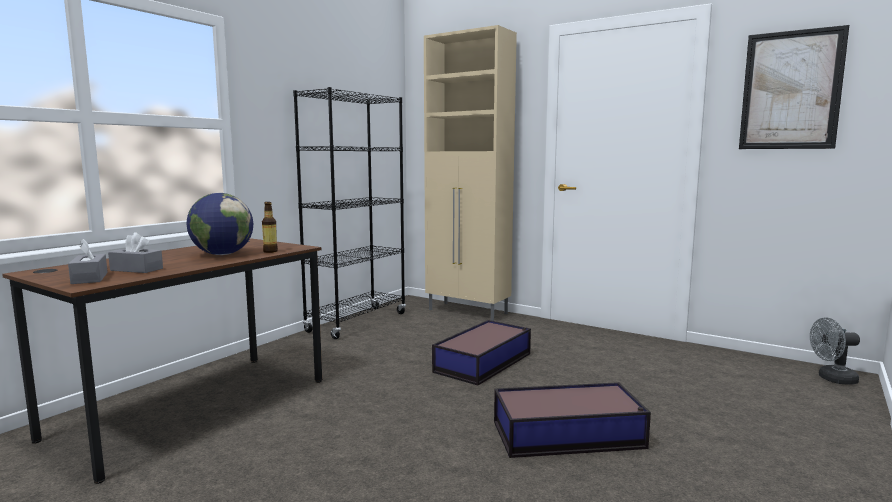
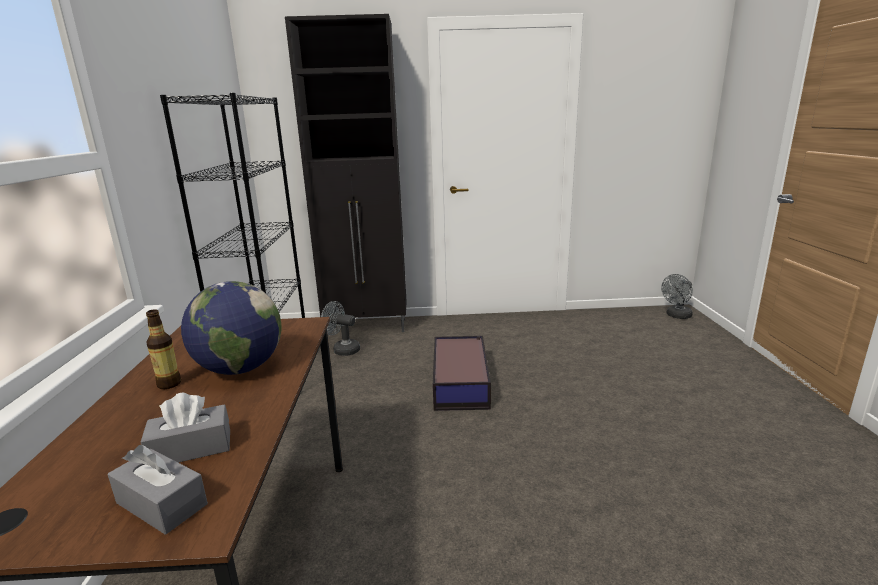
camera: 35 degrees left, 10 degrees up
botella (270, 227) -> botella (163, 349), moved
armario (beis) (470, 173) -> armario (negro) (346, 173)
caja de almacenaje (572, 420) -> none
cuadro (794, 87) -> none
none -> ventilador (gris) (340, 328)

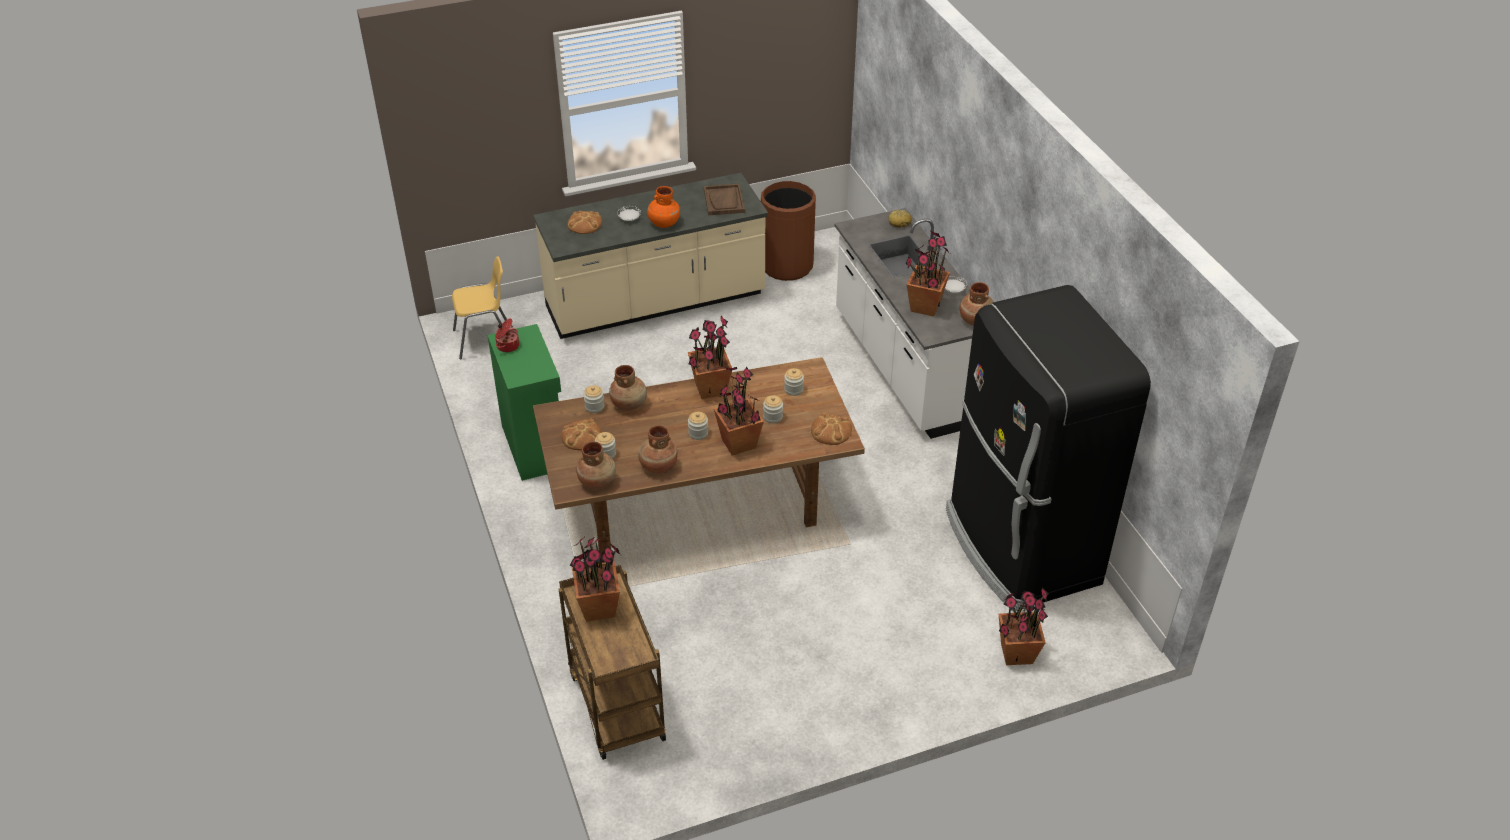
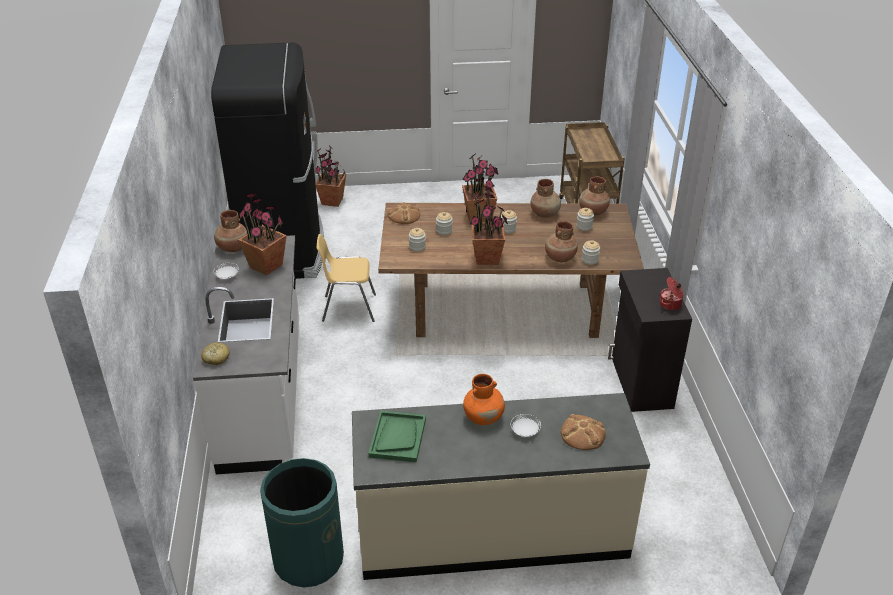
camera: 165 degrees left, 5 degrees down
silla (amarillo) (479, 308) -> silla (amarillo) (346, 278), moved
armario (verde) (524, 402) -> armario (negro) (650, 340)
pan (581, 434) -> none
planta en maceta (595, 579) -> none
bandeja (marrón) (724, 199) -> bandeja (verde) (397, 436)
papelera (marrón) (788, 231) -> papelera (verde) (302, 522)

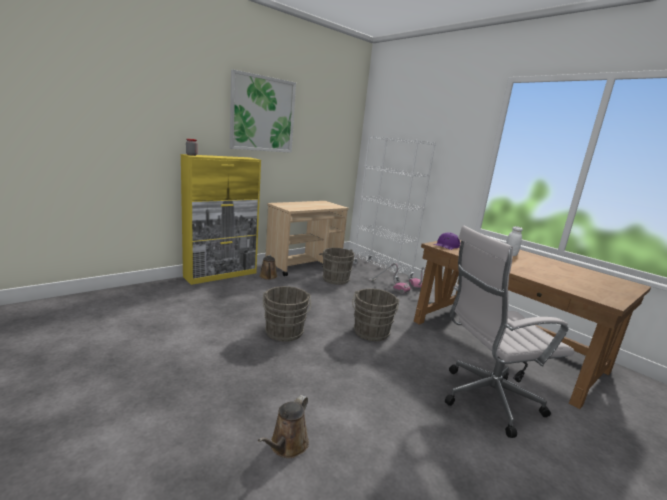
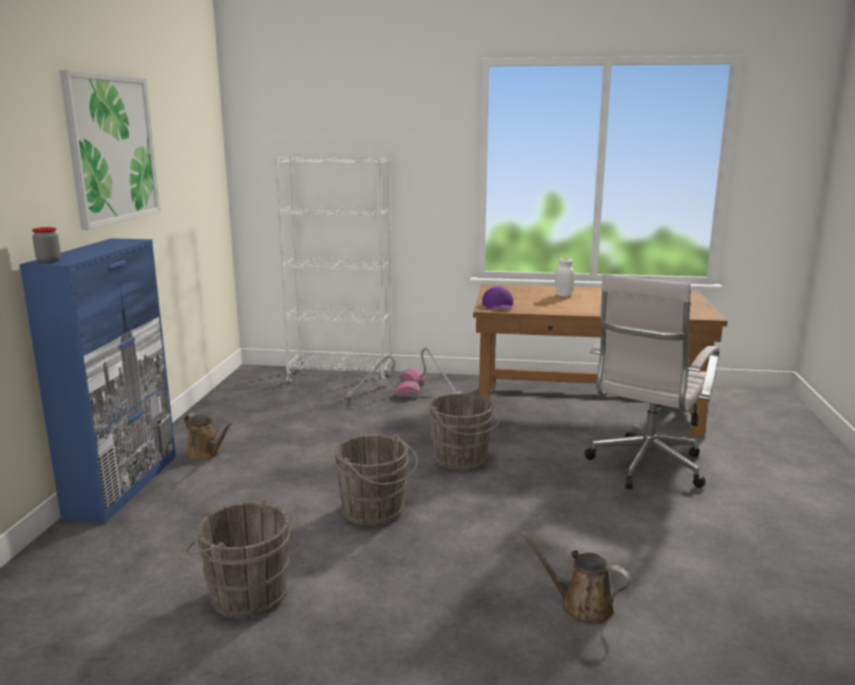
camera: 40 degrees left, 0 degrees up
armario (amarillo) (221, 219) -> armario (azul) (97, 380)
regadera (marrón) (283, 426) -> regadera (marrón) (576, 578), 135 degrees clockwise
carrito (beis) (307, 238) -> none
cubo (gris) (337, 266) -> cubo (gris) (238, 558), moved

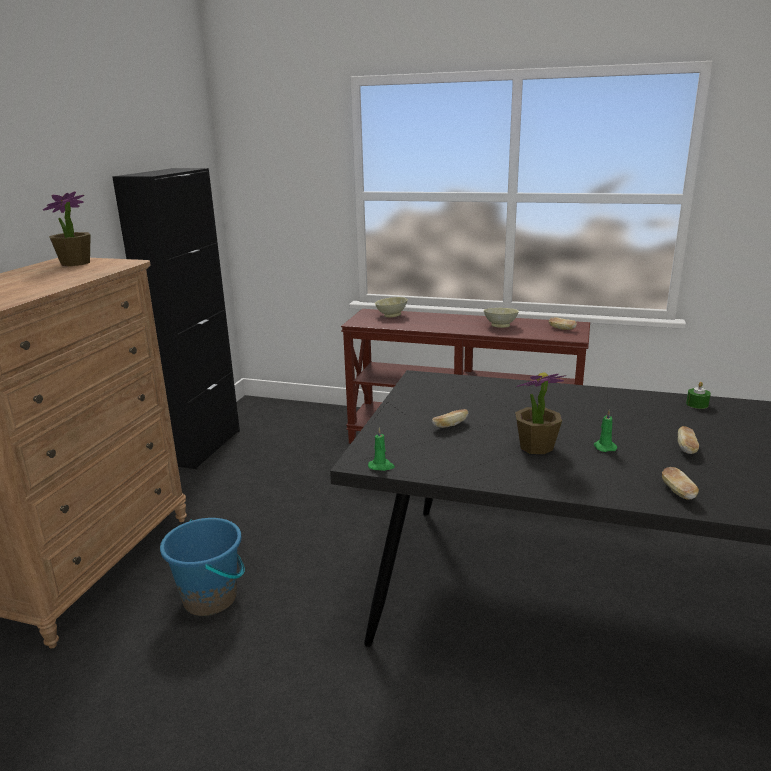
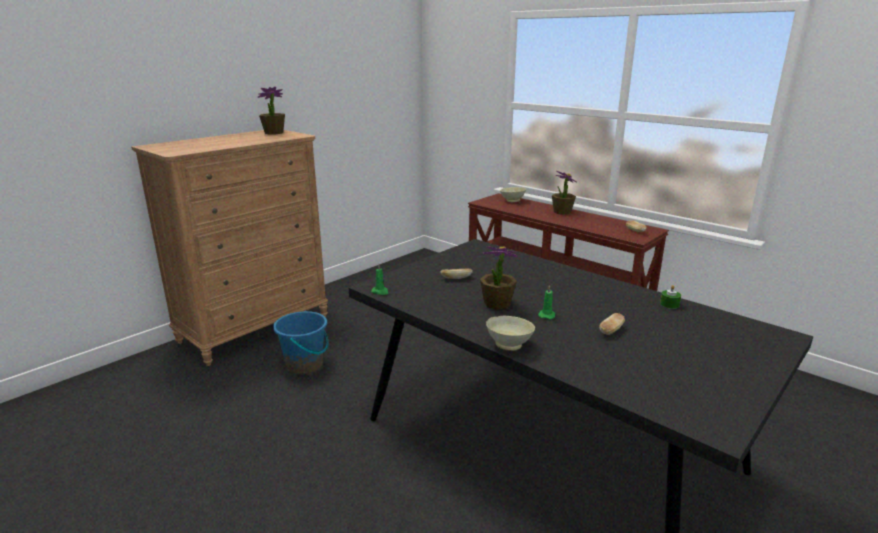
camera: 25 degrees right, 0 degrees up
armario (negro) (176, 318) -> none
cuenco (beis) (501, 318) -> cuenco (beis) (510, 333), moved
pan (680, 483) -> none
none -> planta en maceta (564, 193)

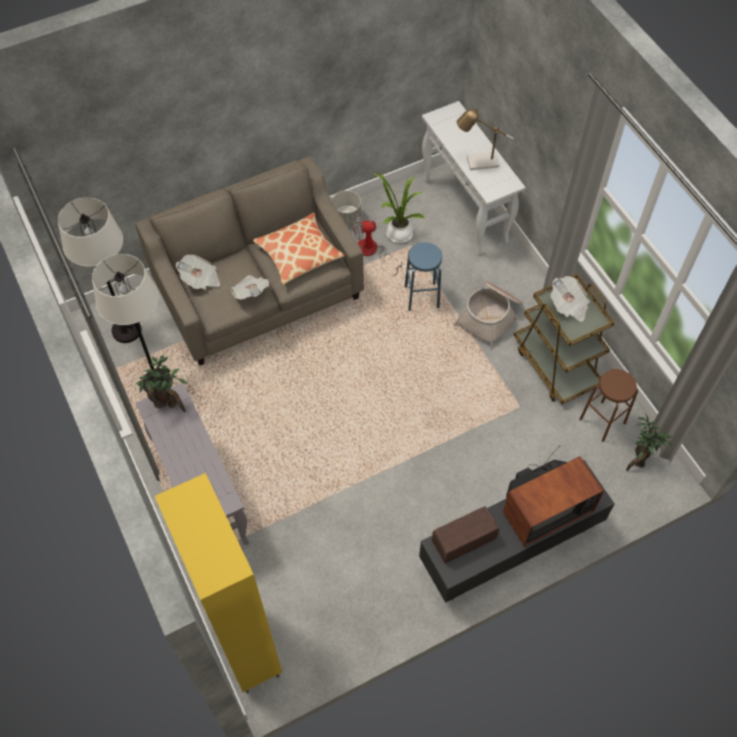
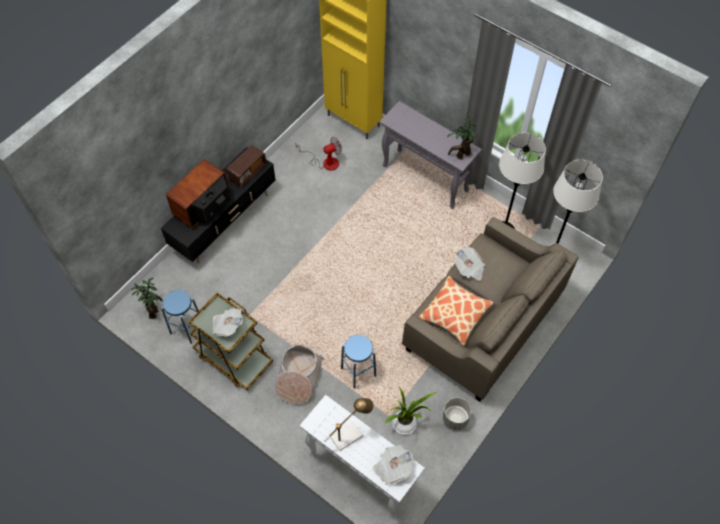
camera: 155 degrees right, 0 degrees up
periódico (198, 272) -> periódico (393, 465), moved
ventilador (377, 244) -> ventilador (319, 154), moved
taburete (marrón) (609, 405) -> taburete (azul) (181, 317)

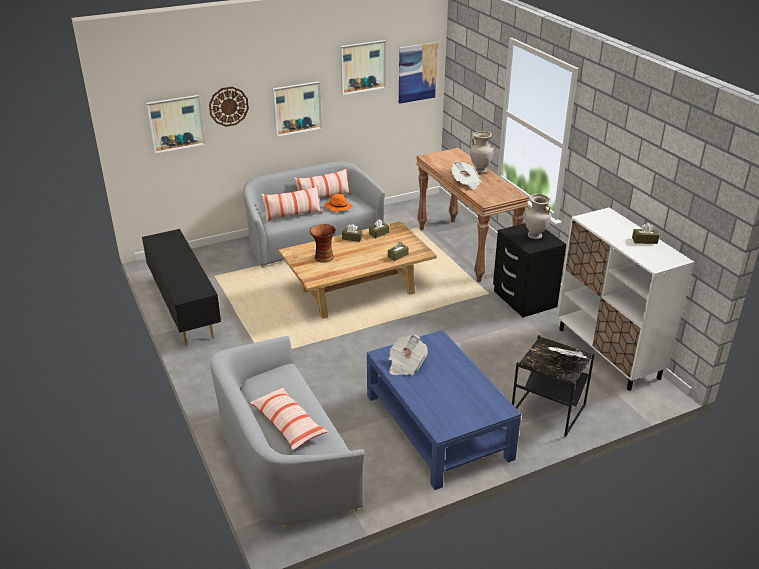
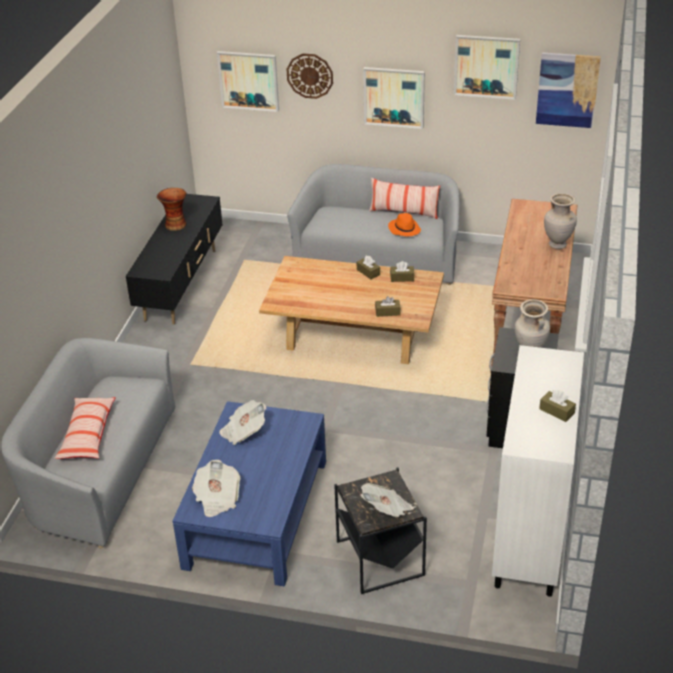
camera: 40 degrees right, 5 degrees up
cojín (291, 204) -> none
florero (323, 243) -> florero (171, 209), moved
periódico (466, 175) -> periódico (216, 488), moved

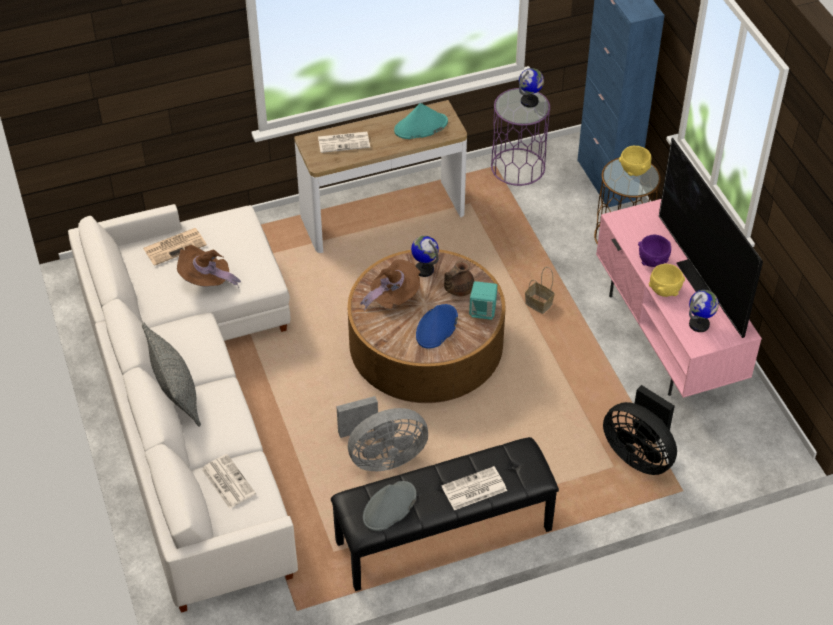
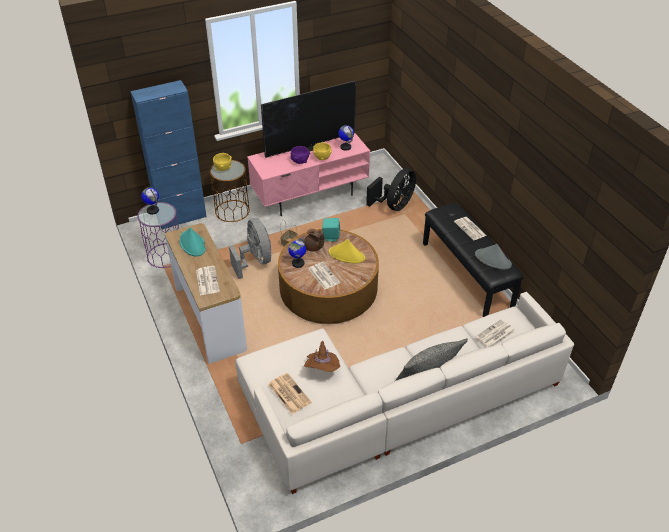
camera: 95 degrees left, 5 degrees down
ventilador (gris) (382, 433) -> ventilador (gris) (250, 248), moved
sombrero (marrón) (390, 285) -> periódico (324, 275)
sombrero (azul) (437, 326) -> sombrero (amarillo) (347, 251)

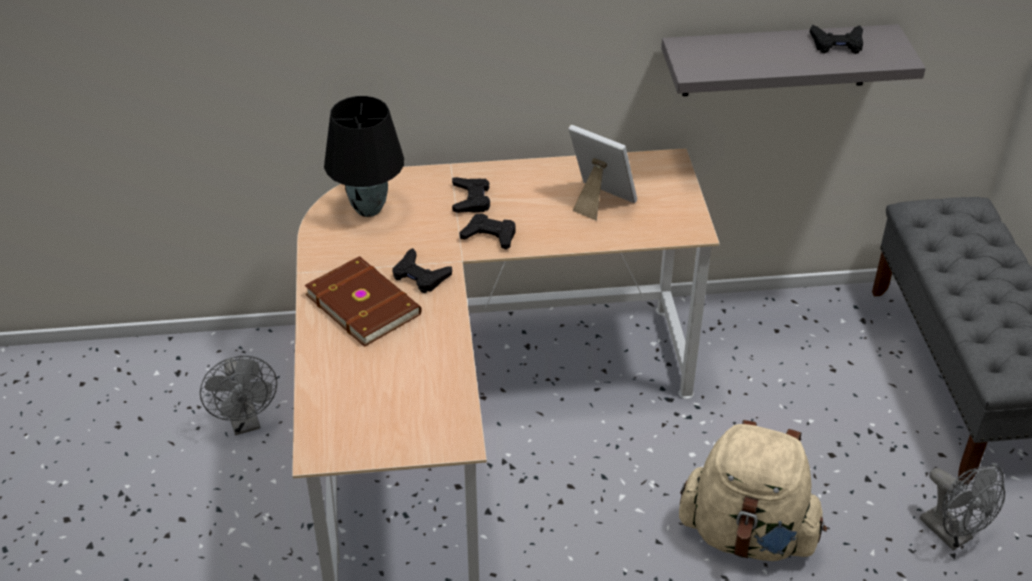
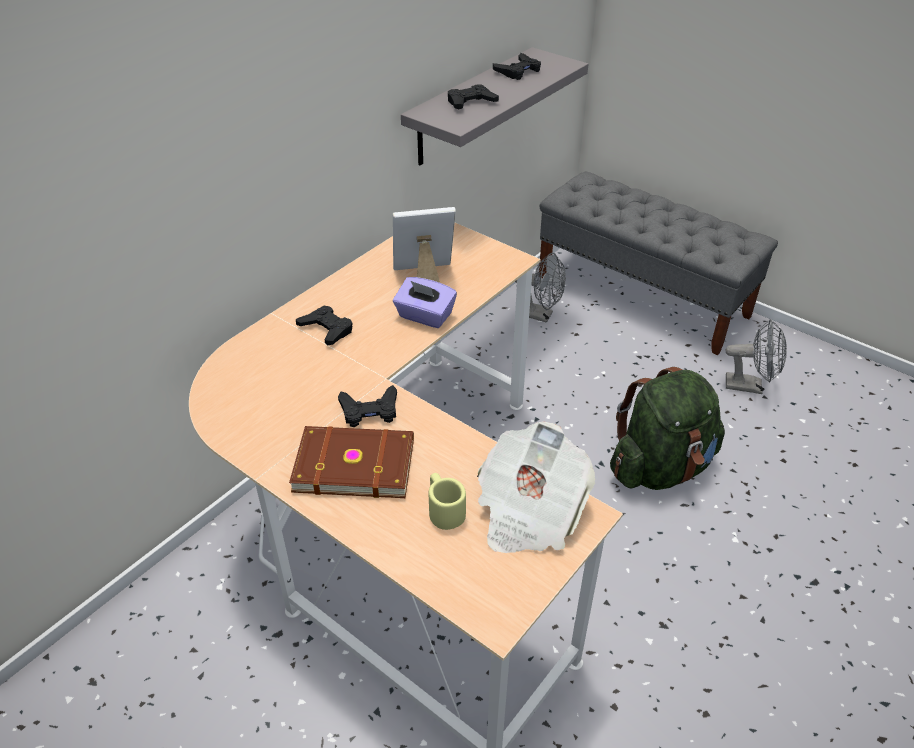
camera: 45 degrees left, 0 degrees up
ventilador (gris) (238, 395) -> ventilador (gris) (540, 288), moved
lámpara de mesa (negro) (364, 156) -> none
mando de consola (negro) (487, 231) -> mando de consola (negro) (473, 97), moved
mochila (beis) (753, 490) -> mochila (verde) (667, 428)
none -> caja de pañuelos (morado) (425, 302)
none -> taza grande (beis) (447, 501)
none -> periódico (536, 487)

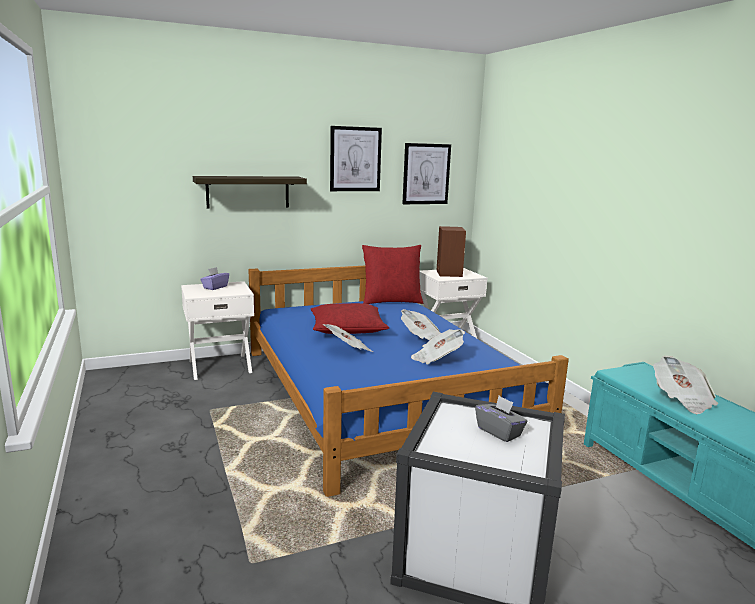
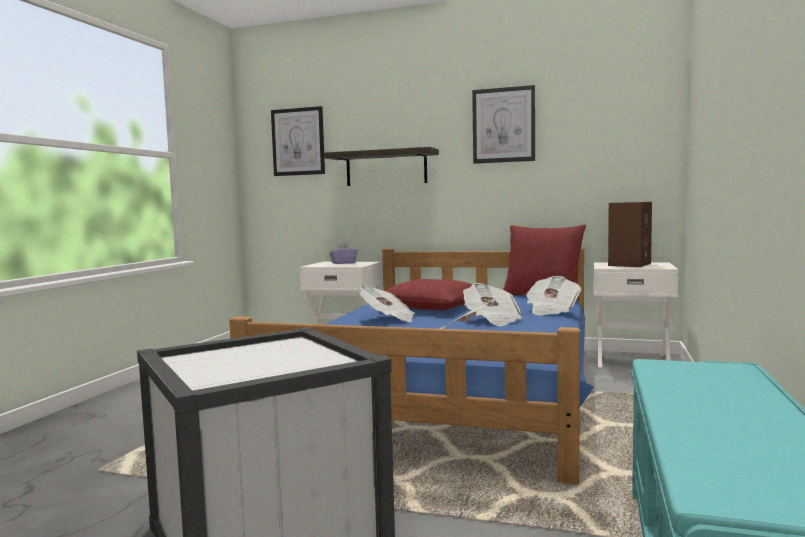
camera: 40 degrees right, 10 degrees down
cuadro (426, 173) -> cuadro (298, 141), moved
caja de pañuelos (gris) (501, 419) -> none
periódico (685, 385) -> periódico (553, 295), moved

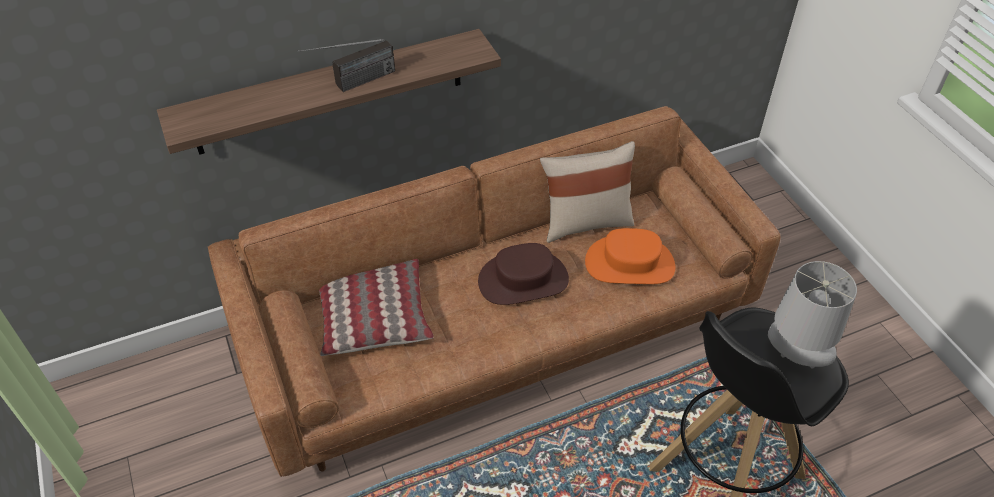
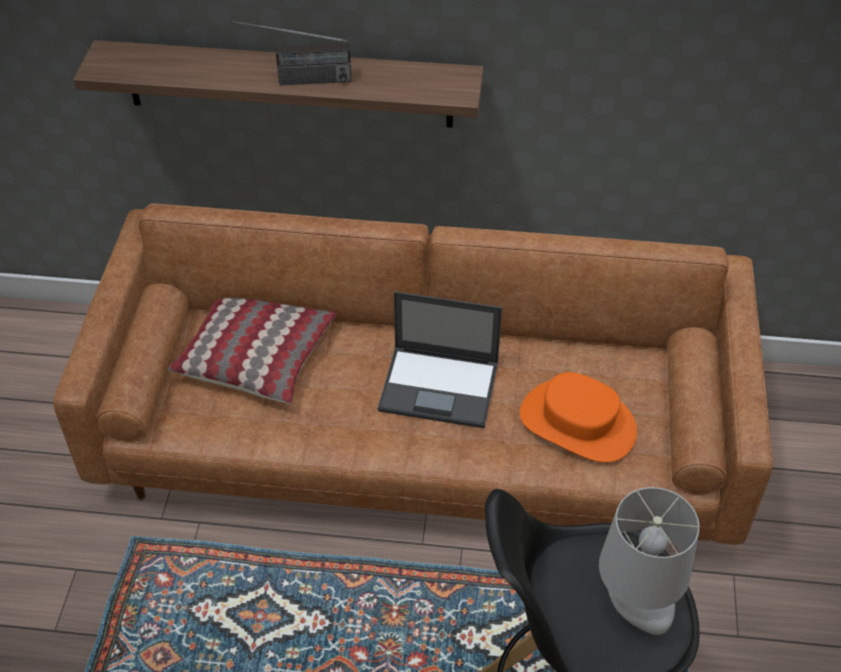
camera: 30 degrees right, 0 degrees up
sombrero (marrón) (523, 274) -> portátil (440, 359)
cojín (beis) (587, 192) -> none

